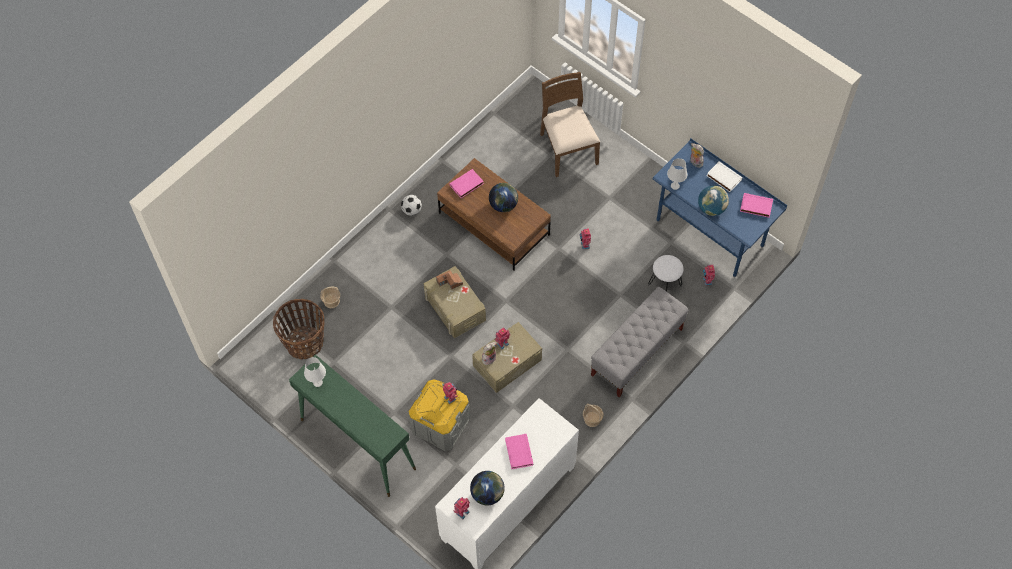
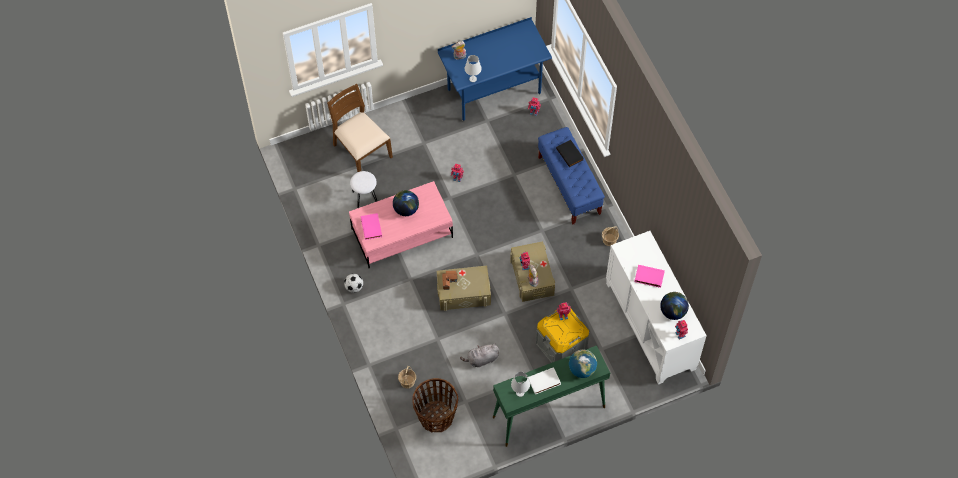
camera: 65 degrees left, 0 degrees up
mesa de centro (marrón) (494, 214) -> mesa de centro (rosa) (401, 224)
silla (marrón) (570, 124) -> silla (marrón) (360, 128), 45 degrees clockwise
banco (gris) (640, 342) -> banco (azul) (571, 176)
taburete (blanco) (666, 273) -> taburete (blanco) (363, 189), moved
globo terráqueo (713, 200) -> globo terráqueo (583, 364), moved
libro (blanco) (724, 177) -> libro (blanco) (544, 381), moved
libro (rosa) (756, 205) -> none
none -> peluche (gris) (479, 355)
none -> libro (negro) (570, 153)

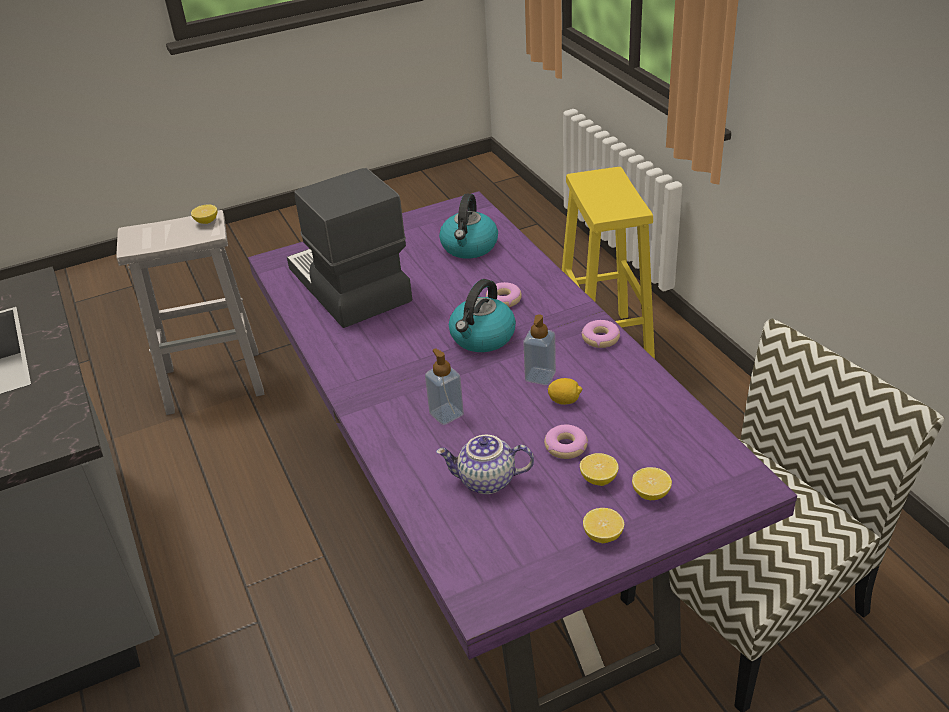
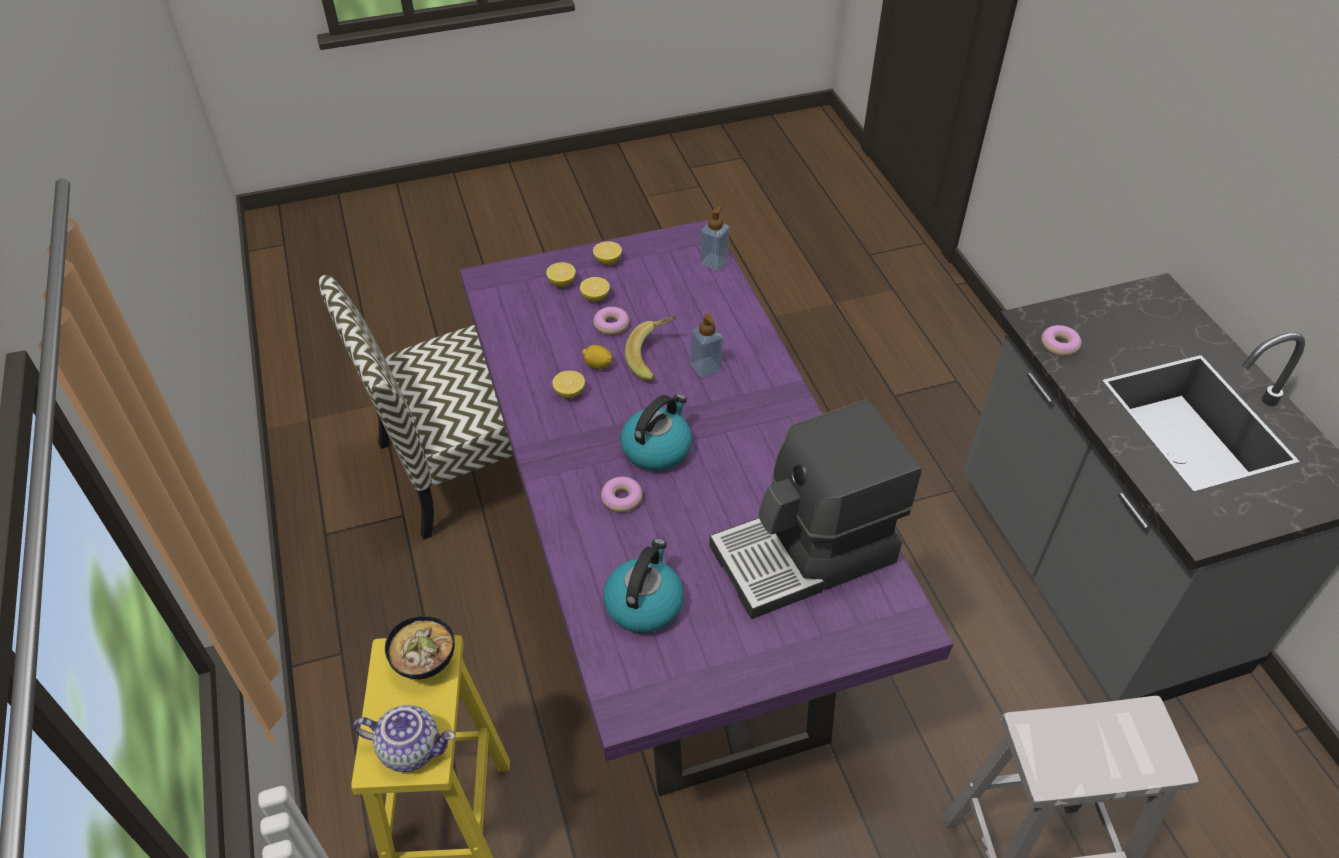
camera: 175 degrees left, 10 degrees up
limón (204, 214) -> limón (568, 384), moved
cafetera (349, 248) -> cafetera (815, 509), 90 degrees clockwise
tetera (485, 464) -> tetera (404, 738), moved
dispensador de jabón (539, 349) -> dispensador de jabón (714, 238), moved
rosquilla (600, 334) -> rosquilla (1061, 340), moved
none -> cuenco (420, 647)
none -> plátano (651, 348)

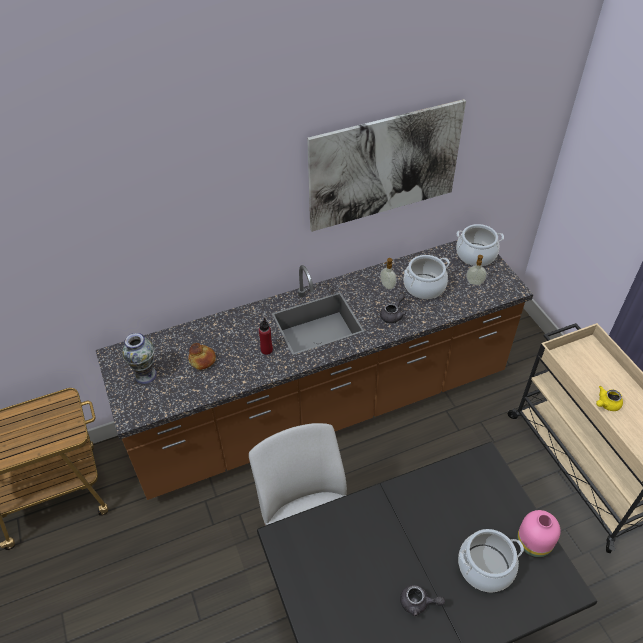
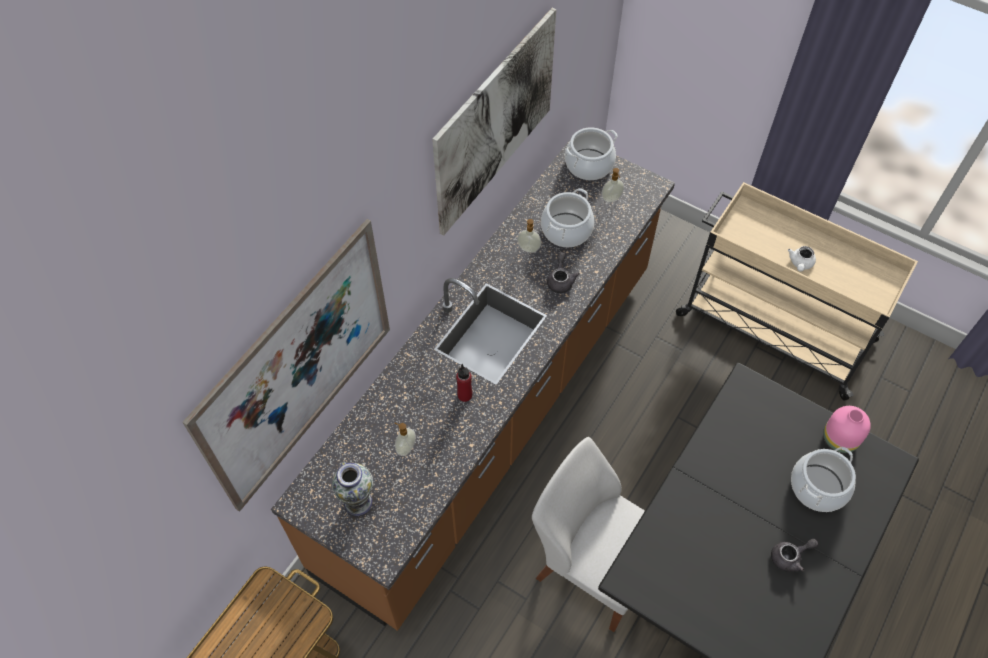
camera: 35 degrees left, 10 degrees up
pan (202, 356) -> dispensador de jabón (405, 439)
tetera (amarillo) (609, 398) -> tetera (blanco) (802, 259)
none -> cuadro (286, 365)

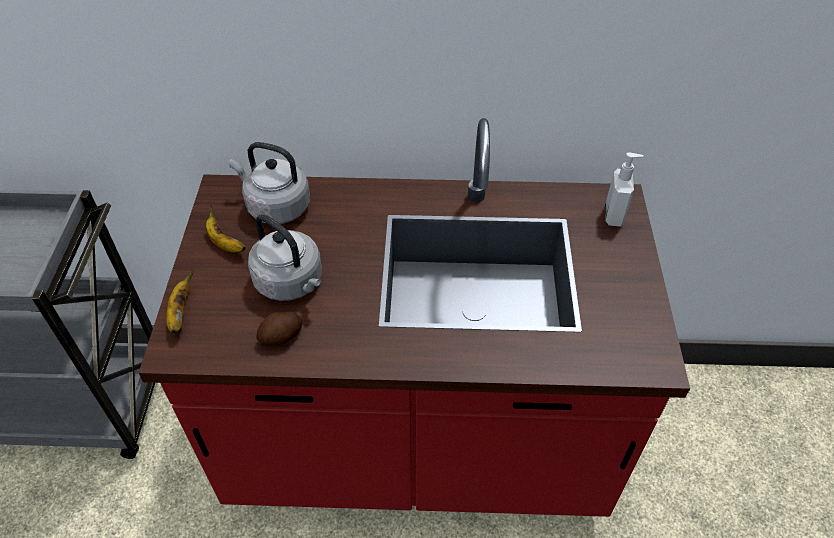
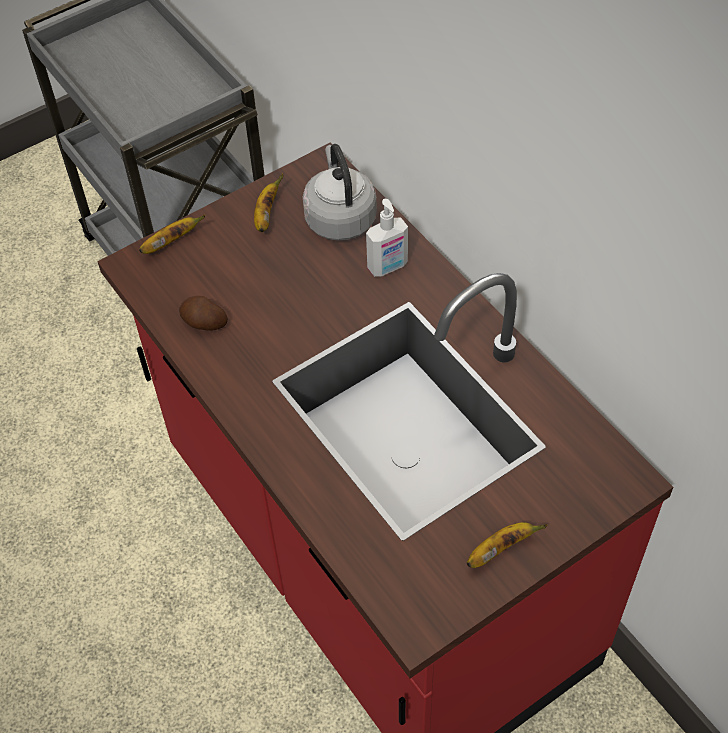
camera: 55 degrees right, 5 degrees up
hervidor (gris) (285, 257) -> none
dispensador de jabón (624, 189) -> dispensador de jabón (387, 238), moved
none -> plátano (507, 545)

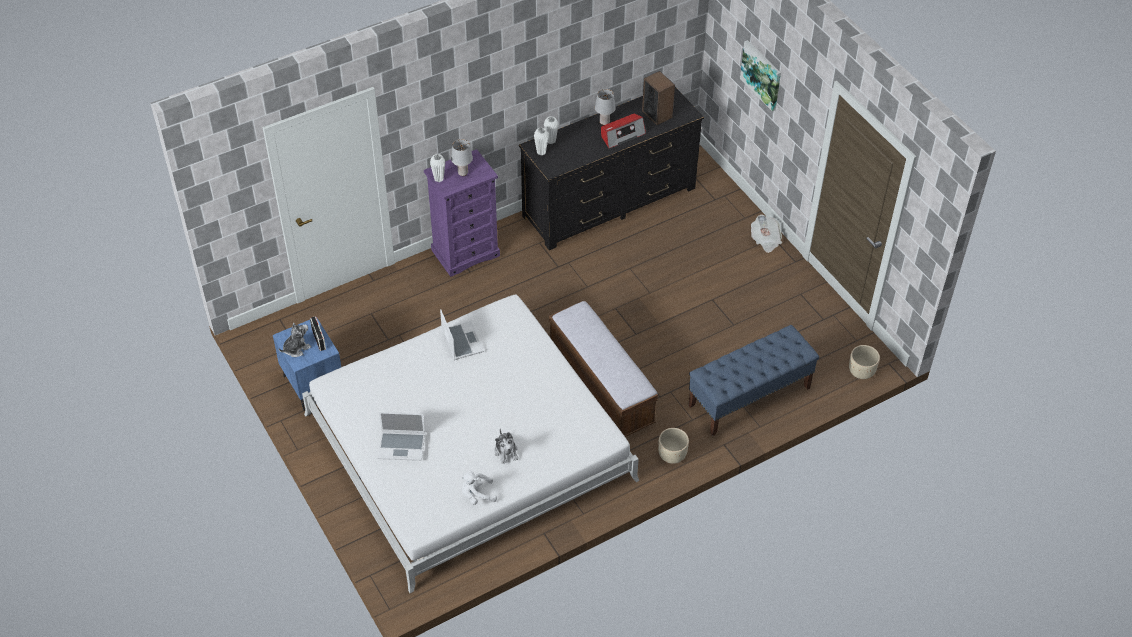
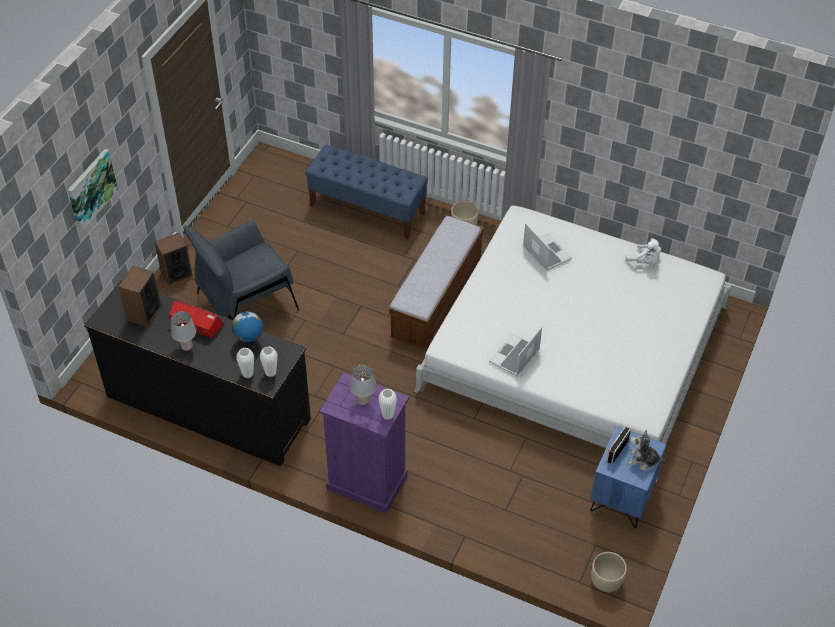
camera: 125 degrees left, 0 degrees up
portátil (401, 436) -> portátil (547, 247), moved
peluche (506, 446) -> none
periódico (766, 233) -> altavoz (174, 259)
maceta (beis) (864, 362) -> maceta (beis) (609, 572), moved
none -> sillón (gris) (241, 270)
none -> globo terráqueo (247, 327)

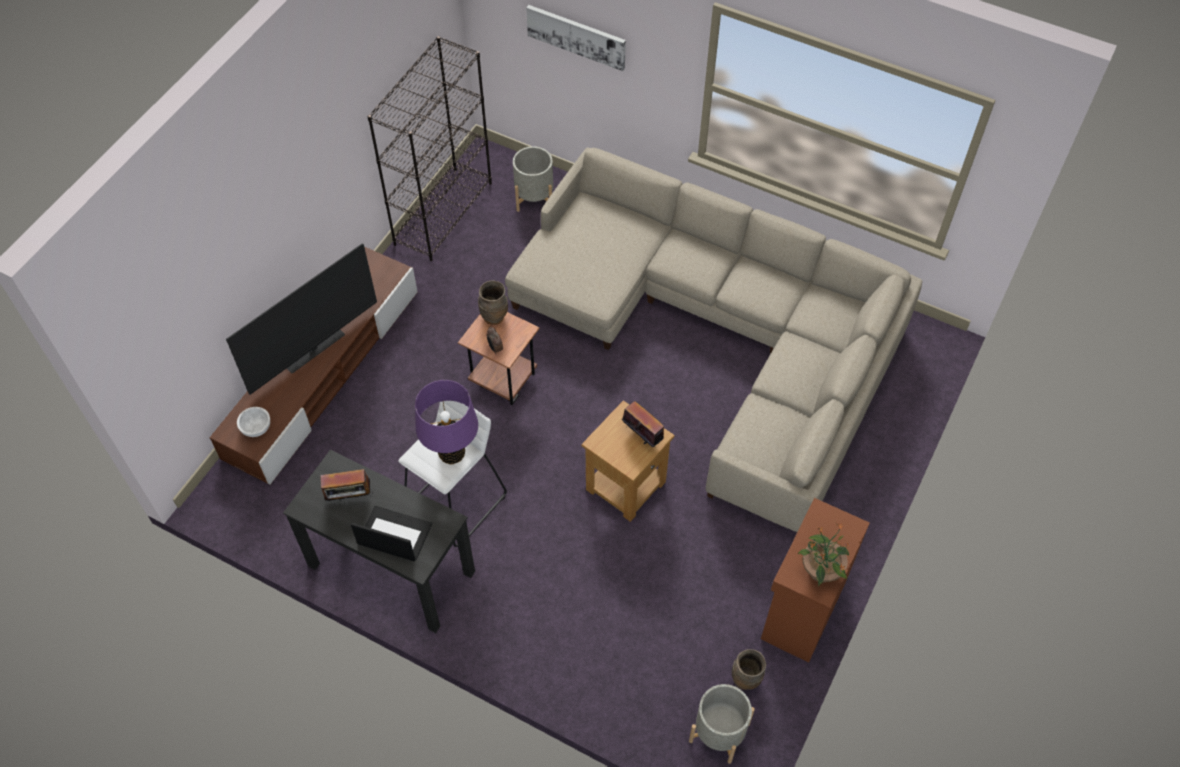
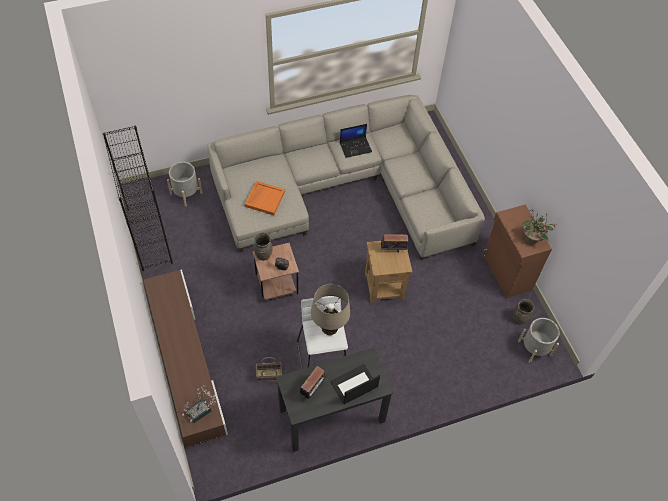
camera: 50 degrees left, 0 degrees up
televisor (301, 319) -> none
cuenco (blanco) (253, 422) -> planta en maceta (199, 404)
lámpara de mesa (morado) (446, 422) -> lámpara de mesa (beis) (330, 309)
cuadro (576, 38) -> none
none -> bandeja (naranja) (264, 198)
none -> cesta (269, 369)
none -> portátil (356, 141)

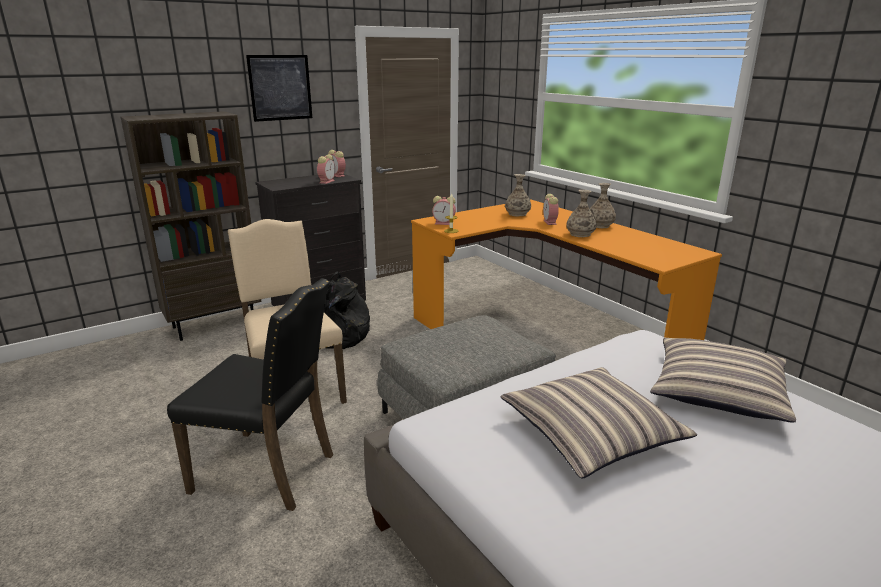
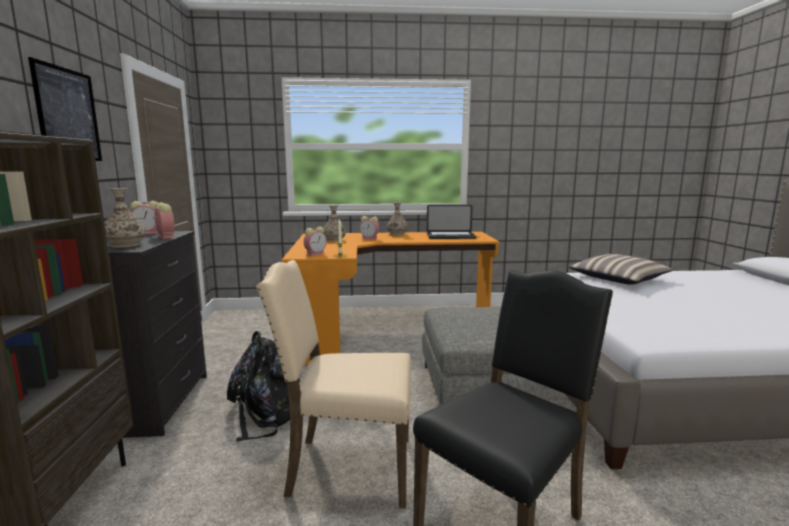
camera: 60 degrees left, 10 degrees down
cojín (599, 422) -> none
florero (581, 213) -> florero (124, 218), moved
none -> portátil (451, 222)

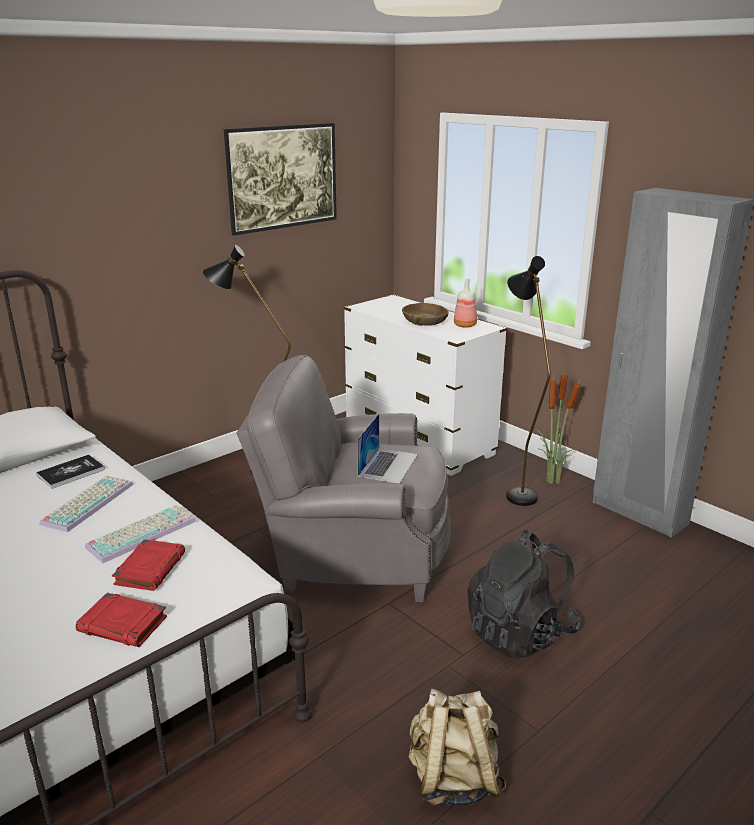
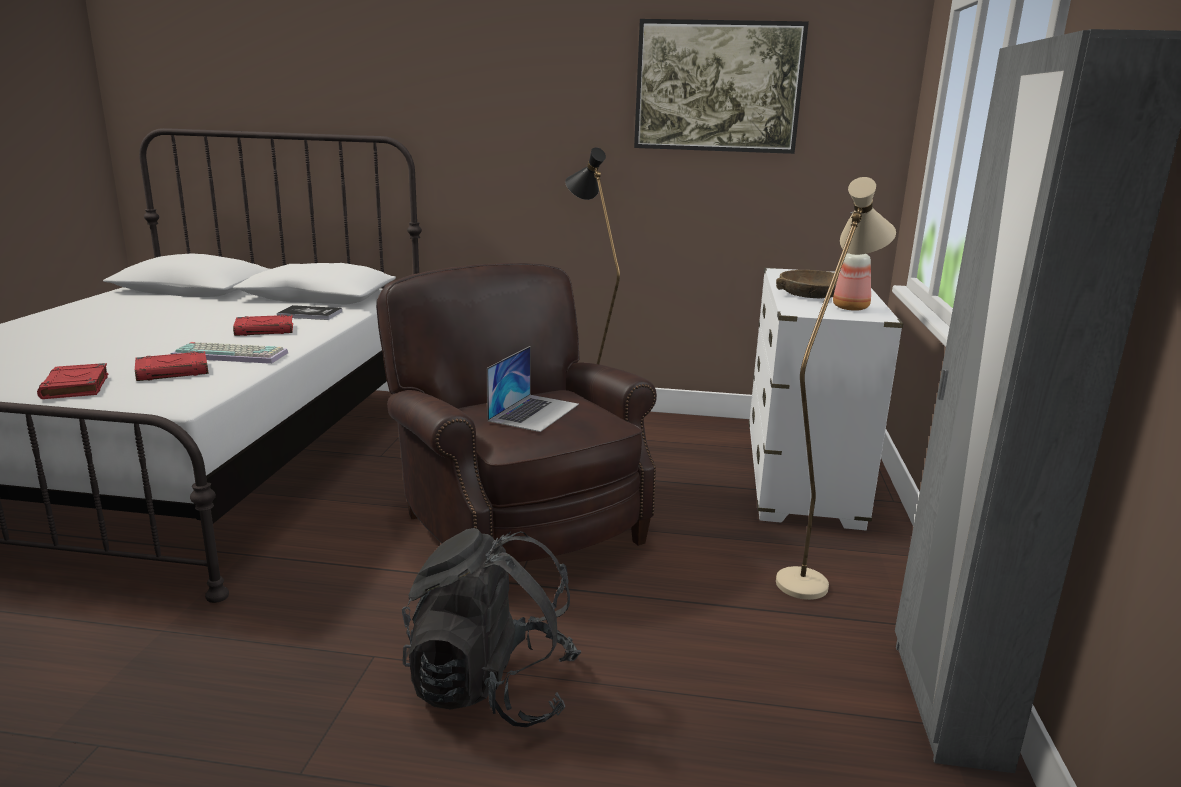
camera: 50 degrees right, 5 degrees down
teclado (86, 504) -> libro (rojo) (263, 325)
sillón (gris) (344, 478) -> sillón (marrón) (516, 412)
portátil (387, 448) -> portátil (533, 389), 45 degrees counterclockwise
mochila (beis) (457, 747) -> none
lámpara de pie (negro) (528, 381) -> lámpara de pie (beis) (836, 388)
planta en maceta (559, 426) -> none

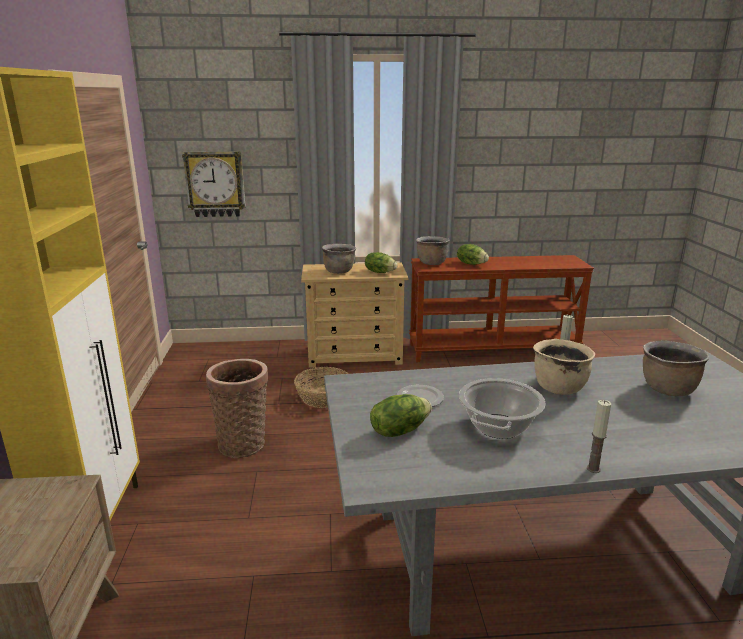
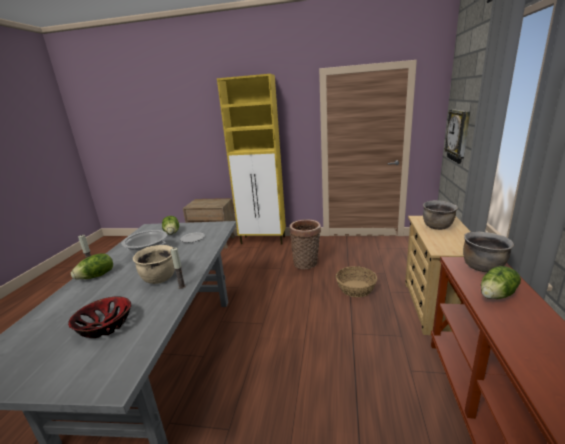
camera: 105 degrees right, 0 degrees up
lechuga (381, 262) -> lechuga (92, 266), moved
olla (marrón) (676, 368) -> cuenco (99, 317)

